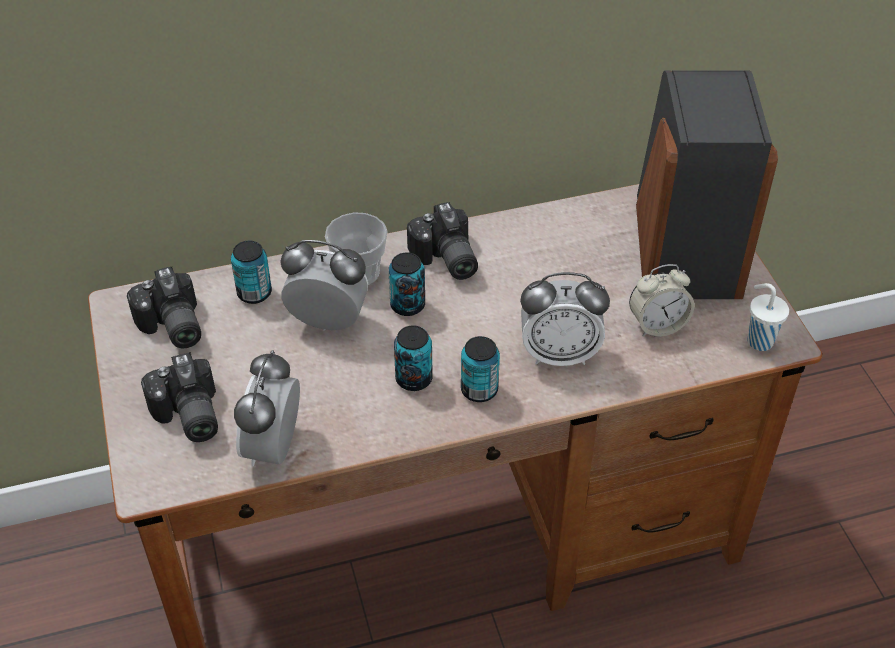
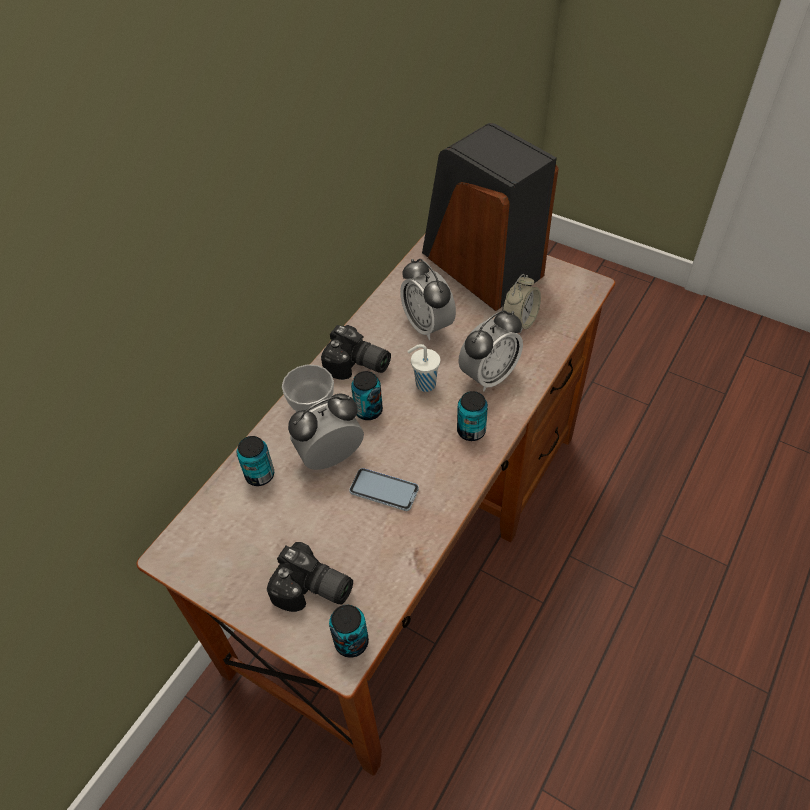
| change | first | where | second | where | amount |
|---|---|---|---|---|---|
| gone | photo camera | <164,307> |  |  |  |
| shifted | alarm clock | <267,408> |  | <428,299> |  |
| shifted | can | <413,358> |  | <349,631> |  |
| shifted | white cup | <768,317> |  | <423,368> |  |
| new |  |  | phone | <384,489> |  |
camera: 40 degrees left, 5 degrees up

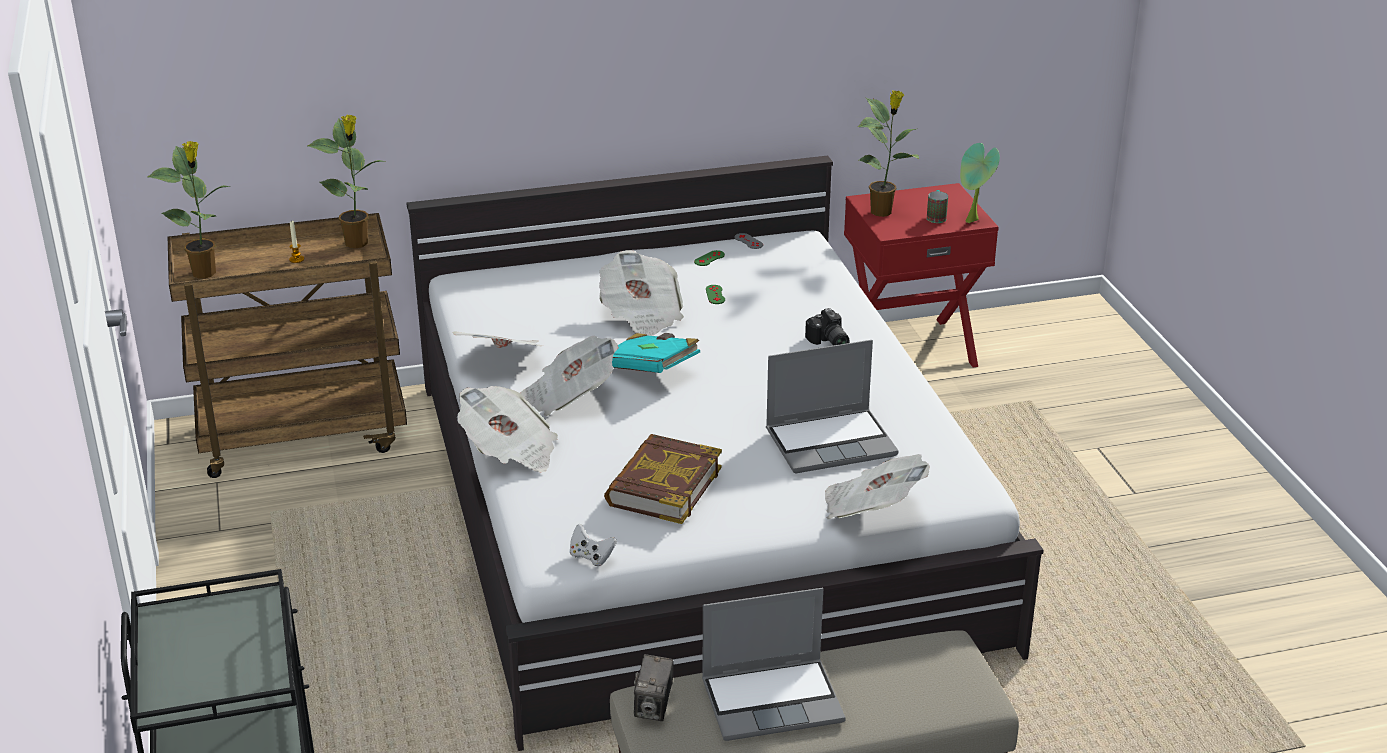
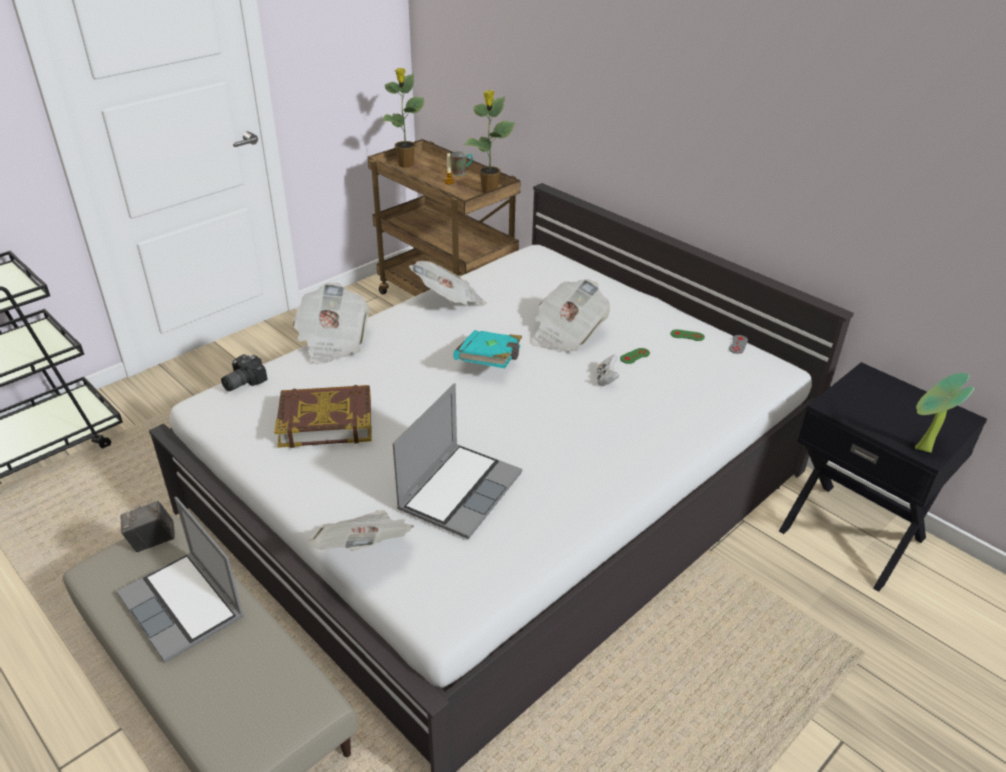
| change | first | where | second | where | amount |
|---|---|---|---|---|---|
| gone | newspaper | <569,376> |  |  |  |
| shifted | white game controller | <593,545> |  | <608,370> |  |
| rotated | laptop | <832,406> |  | <457,461> | 105 degrees counterclockwise |
| shifted | photo camera | <827,327> |  | <244,372> |  |
| repainted | red nightstand | <921,275> | black nightstand | <883,477> |  |
| gone | potted plant | <888,154> |  |  |  |
| shifted | mug | <937,206> |  | <462,163> |  |
camera: 60 degrees right, 5 degrees up

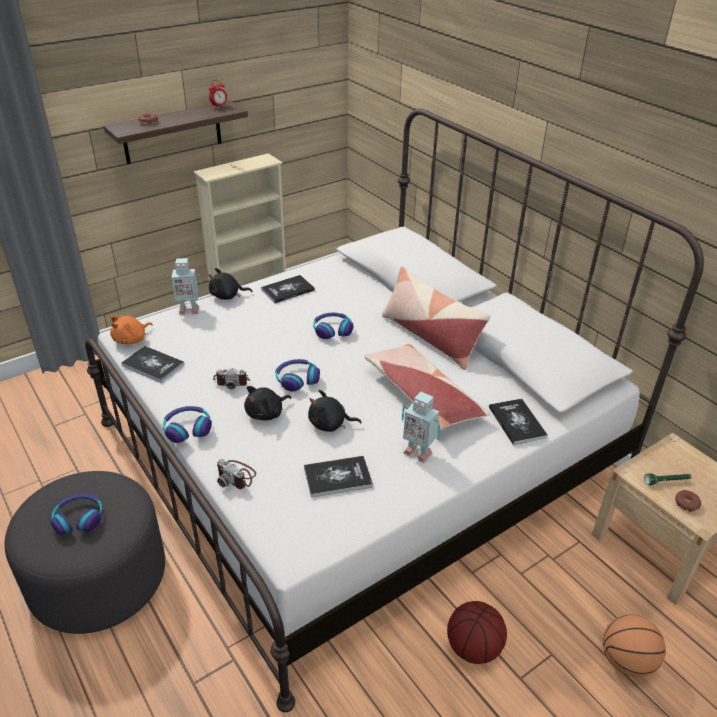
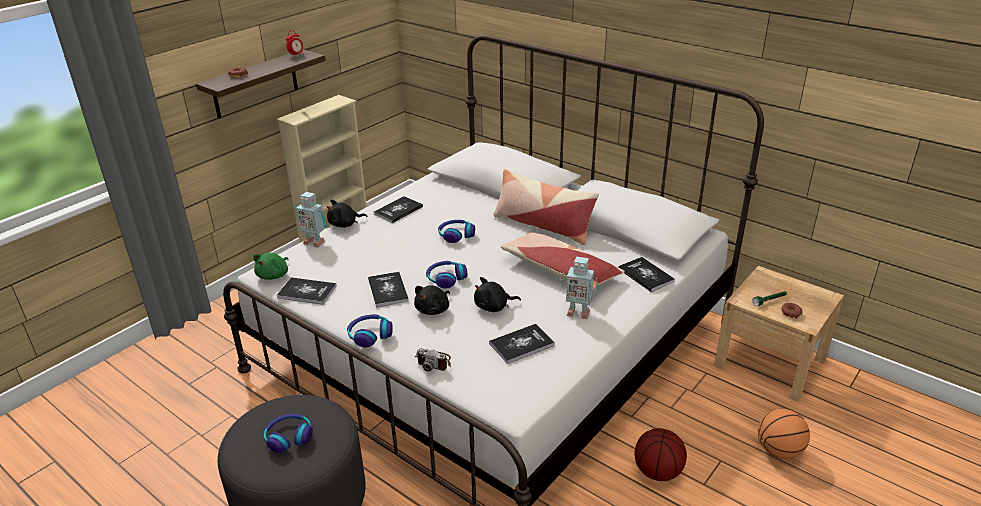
| change | first | where | second | where | amount |
|---|---|---|---|---|---|
| repainted | orange plush toy | <131,329> | green plush toy | <271,266> |  |
| rotated | toy robot | <184,286> |  | <311,220> | 45 degrees clockwise |
| swapped | photo camera | <231,378> | book | <388,289> |  |
camera: 15 degrees left, 5 degrees down

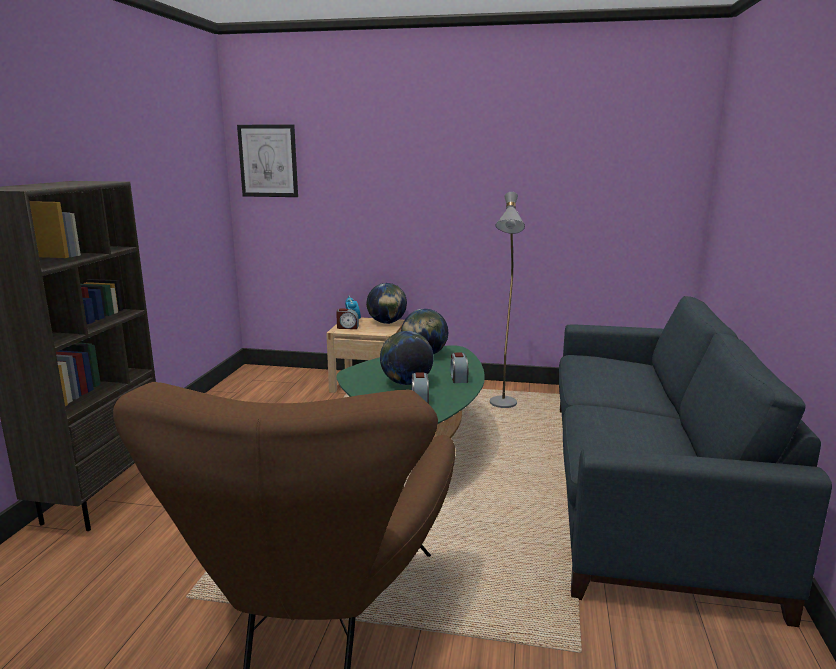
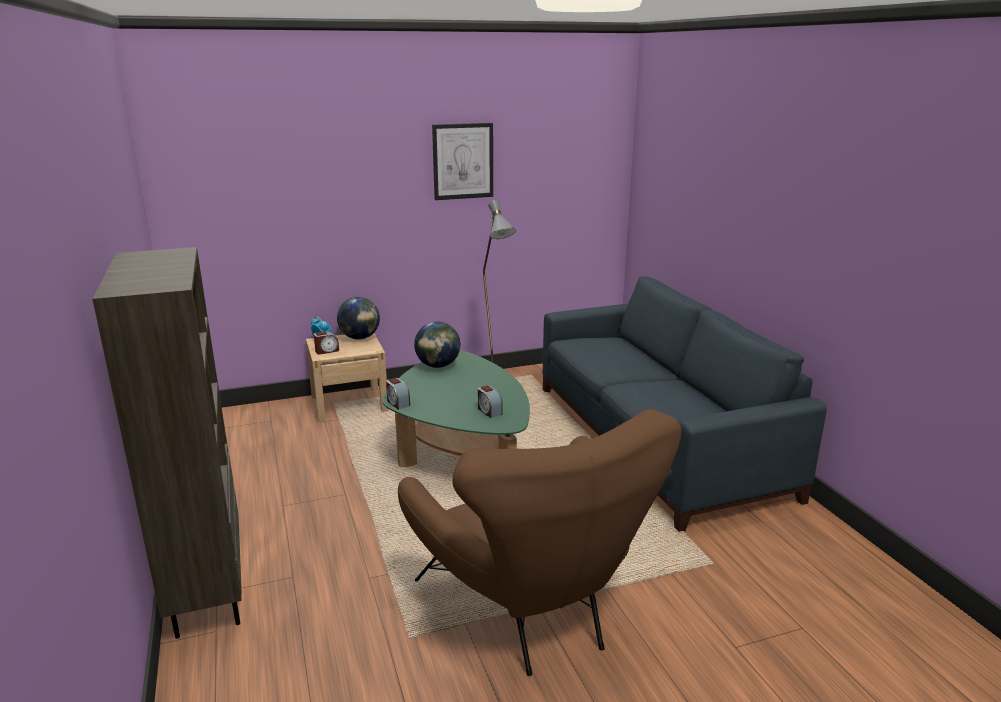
| change | first | where | second | where | amount |
|---|---|---|---|---|---|
| shifted | picture | <267,160> |  | <462,161> |  |
| gone | globe | <407,358> |  |  |  |
| shifted | alarm clock | <459,368> |  | <398,394> |  |
camera: 30 degrees left, 5 degrees up

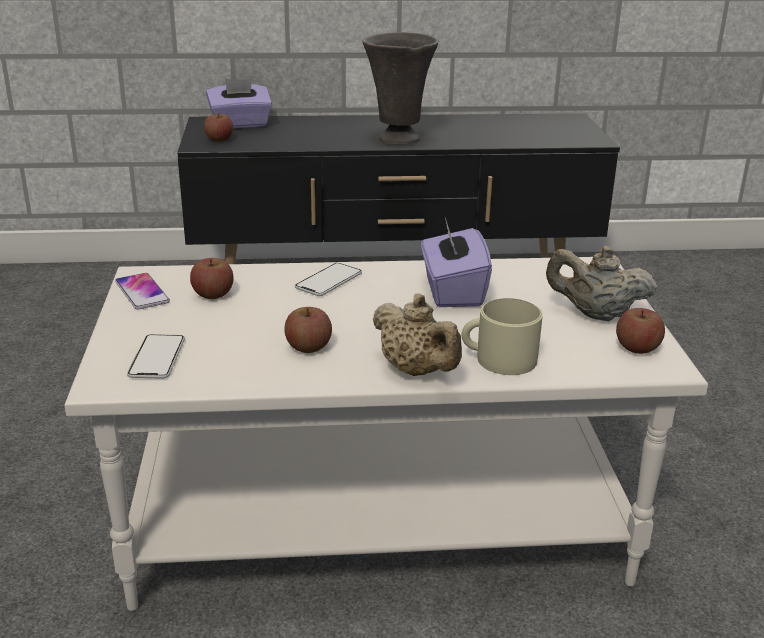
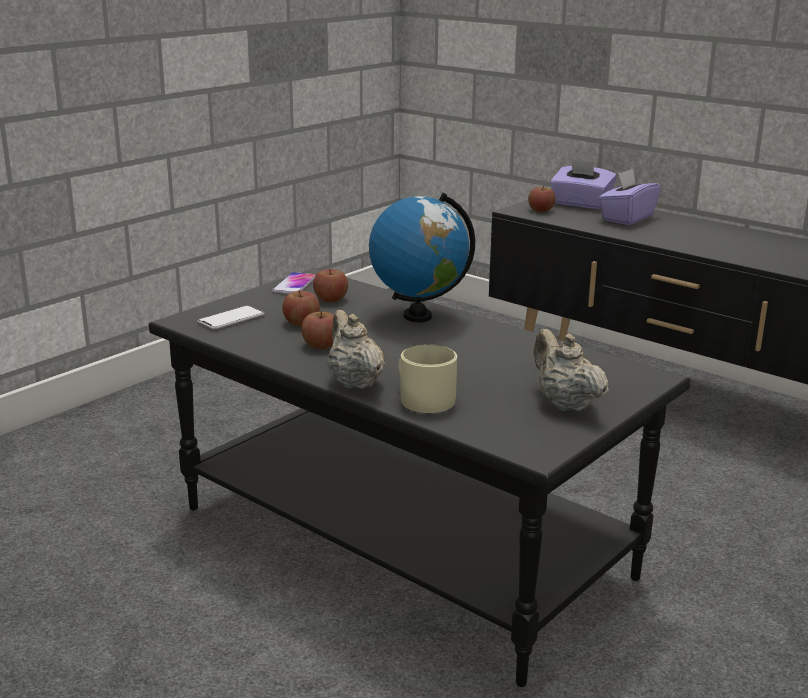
| change | first | where | second | where | amount |
|---|---|---|---|---|---|
| repainted | white coffee table | <386,434> | black coffee table | <420,477> |  |
| swapped | phone | <328,279> | globe | <422,257> |  |
| gone | grey vase | <400,88> |  |  |  |
| rotated | beige teapot | <417,334> |  | <356,349> | 150 degrees clockwise |
| shifted | purple tissue box | <456,262> |  | <629,197> |  |
| shifted | apple | <640,331> |  | <301,308> |  |
camera: 45 degrees right, 5 degrees down

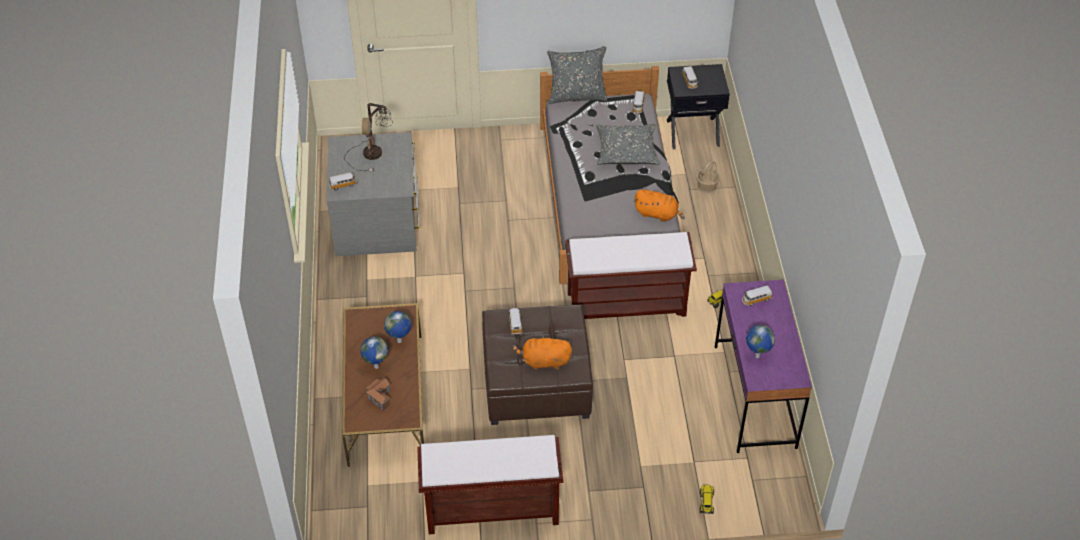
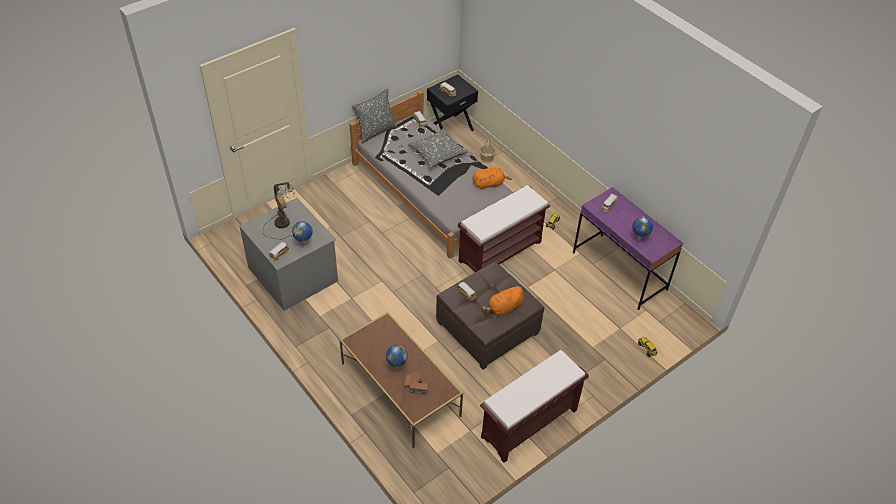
| change | first | where | second | where | amount |
|---|---|---|---|---|---|
| shifted | globe | <397,327> |  | <302,233> |  |
camera: 35 degrees left, 0 degrees up

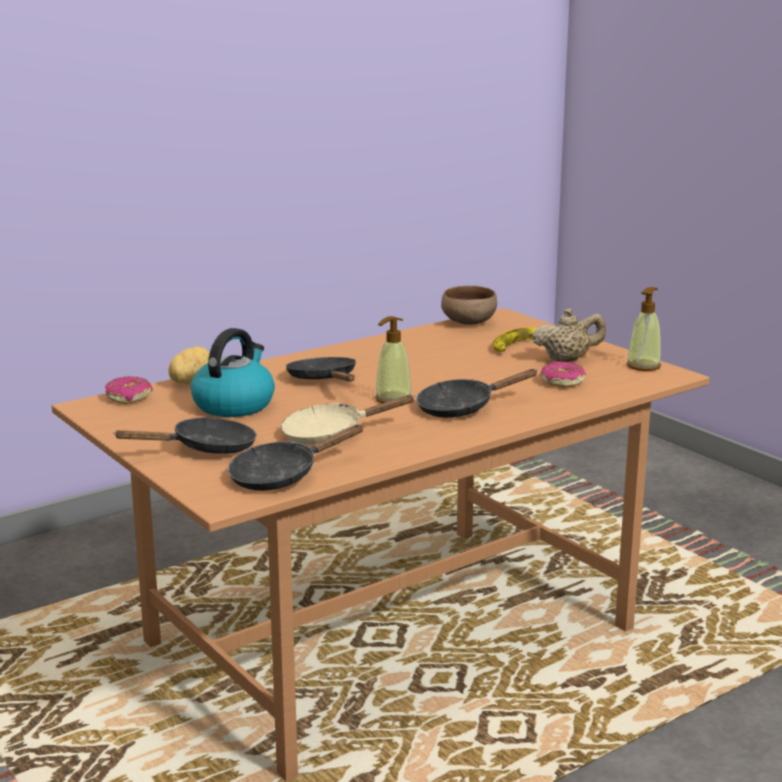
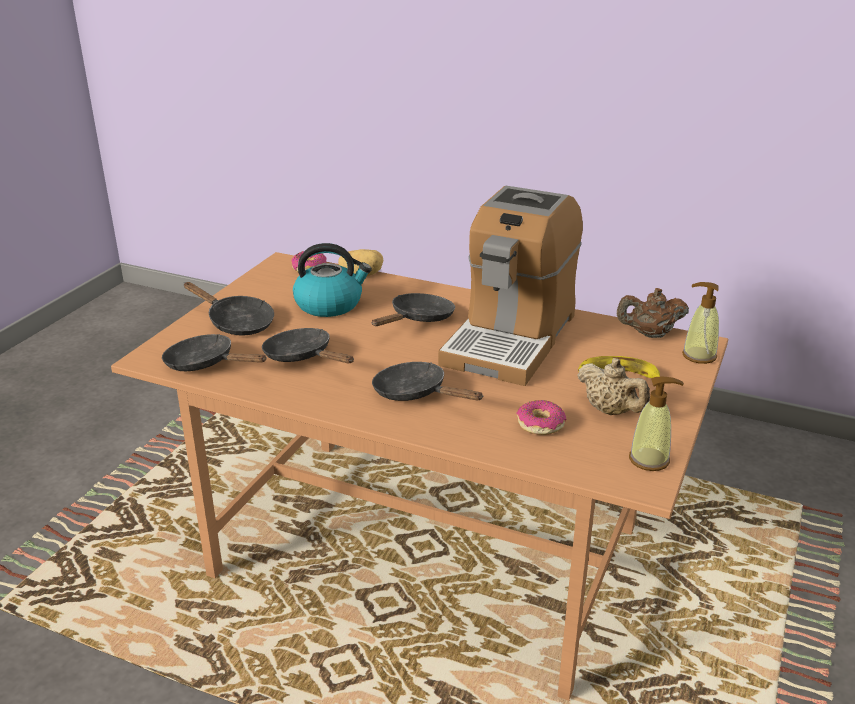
| change | first | where | second | where | amount |
|---|---|---|---|---|---|
| repainted | beige frying pan | <348,420> | black frying pan | <308,345> |  |
| shifted | soap dispenser | <393,359> |  | <700,323> |  |
| swapped | brown bowl | <469,305> | brown teapot | <653,313> |  |
| new |  |  | coffee machine | <510,286> |  |
camera: 60 degrees right, 10 degrees up

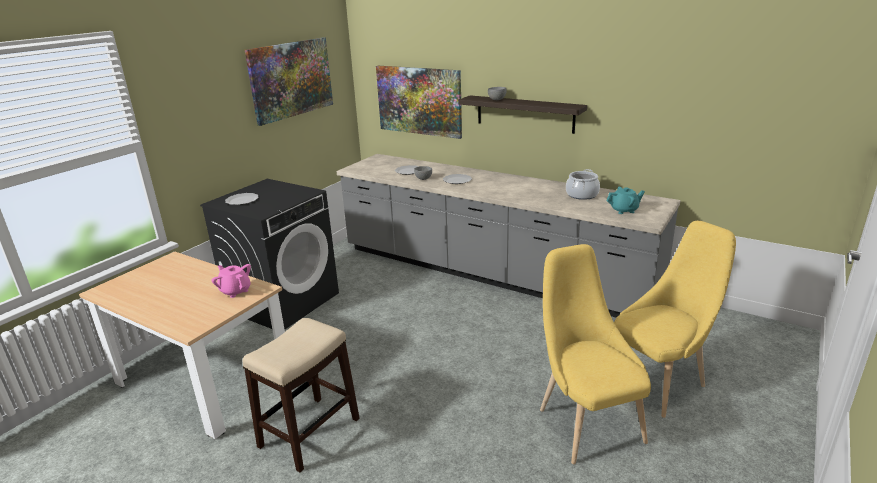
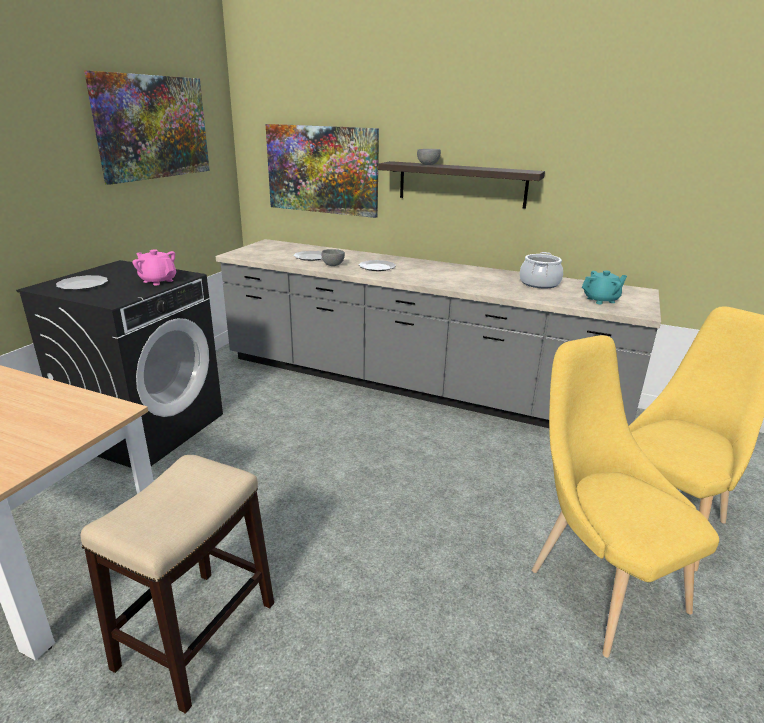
| change | first | where | second | where | amount |
|---|---|---|---|---|---|
| shifted | pink teapot | <231,281> |  | <154,267> |  |
camera: 10 degrees left, 0 degrees up

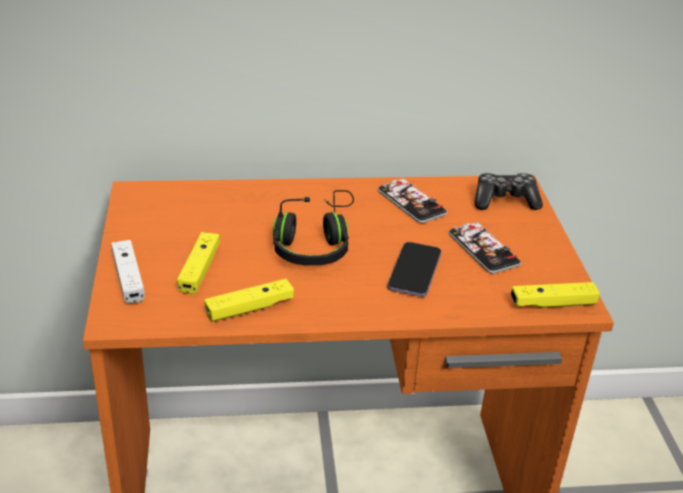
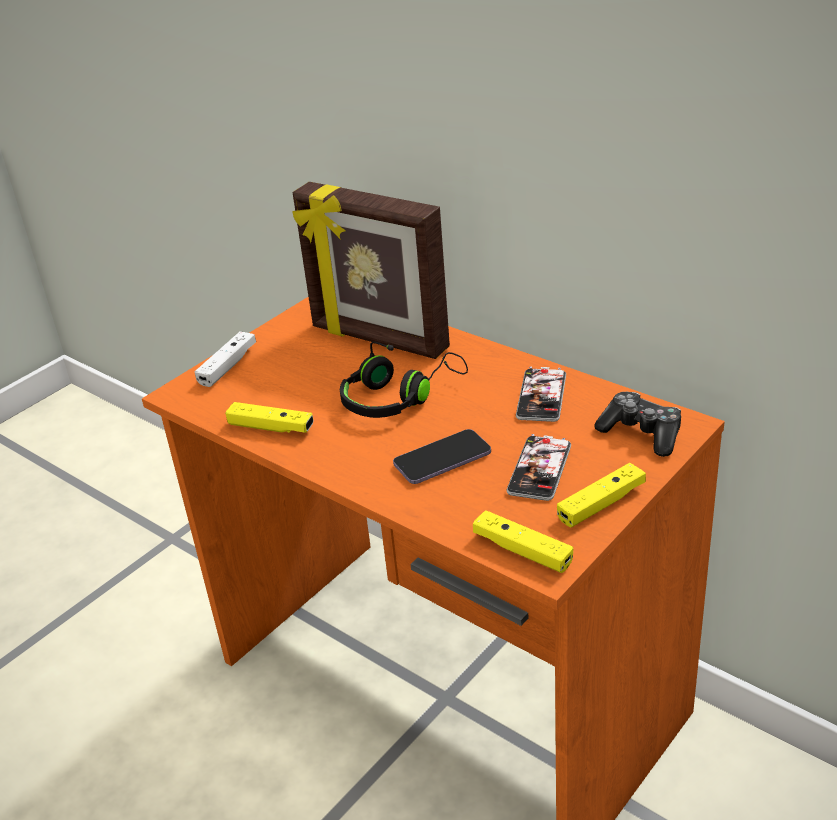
| change | first | where | second | where | amount |
|---|---|---|---|---|---|
| shifted | yellow game controller | <198,263> |  | <601,495> |  |
| new |  |  | picture frame | <371,270> |  |
camera: 50 degrees right, 0 degrees up

